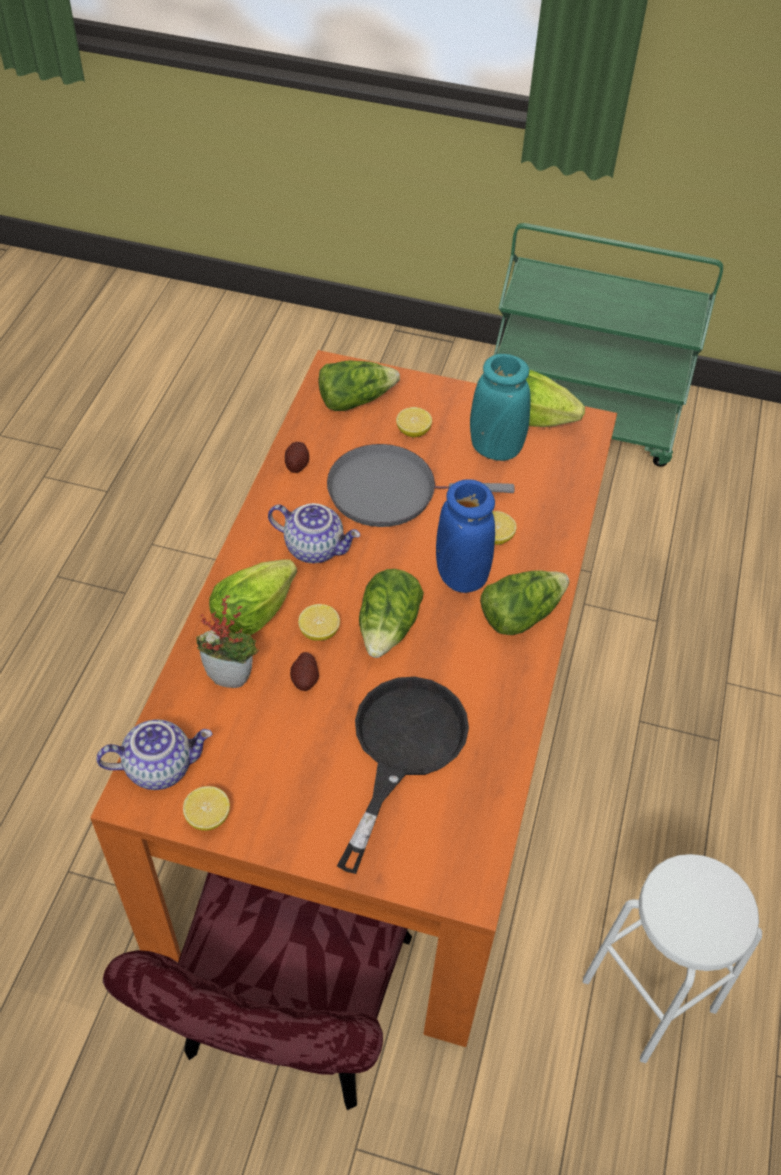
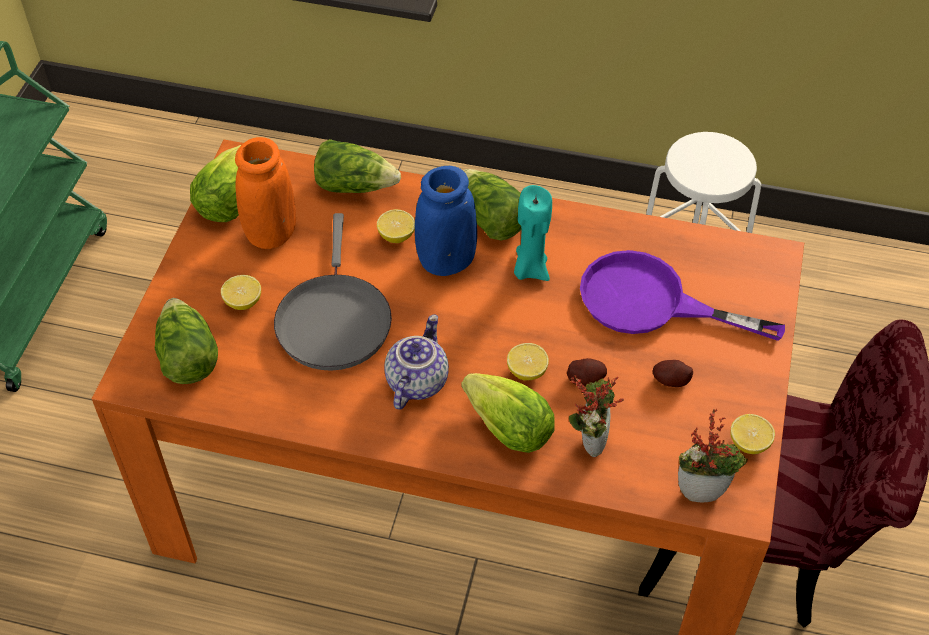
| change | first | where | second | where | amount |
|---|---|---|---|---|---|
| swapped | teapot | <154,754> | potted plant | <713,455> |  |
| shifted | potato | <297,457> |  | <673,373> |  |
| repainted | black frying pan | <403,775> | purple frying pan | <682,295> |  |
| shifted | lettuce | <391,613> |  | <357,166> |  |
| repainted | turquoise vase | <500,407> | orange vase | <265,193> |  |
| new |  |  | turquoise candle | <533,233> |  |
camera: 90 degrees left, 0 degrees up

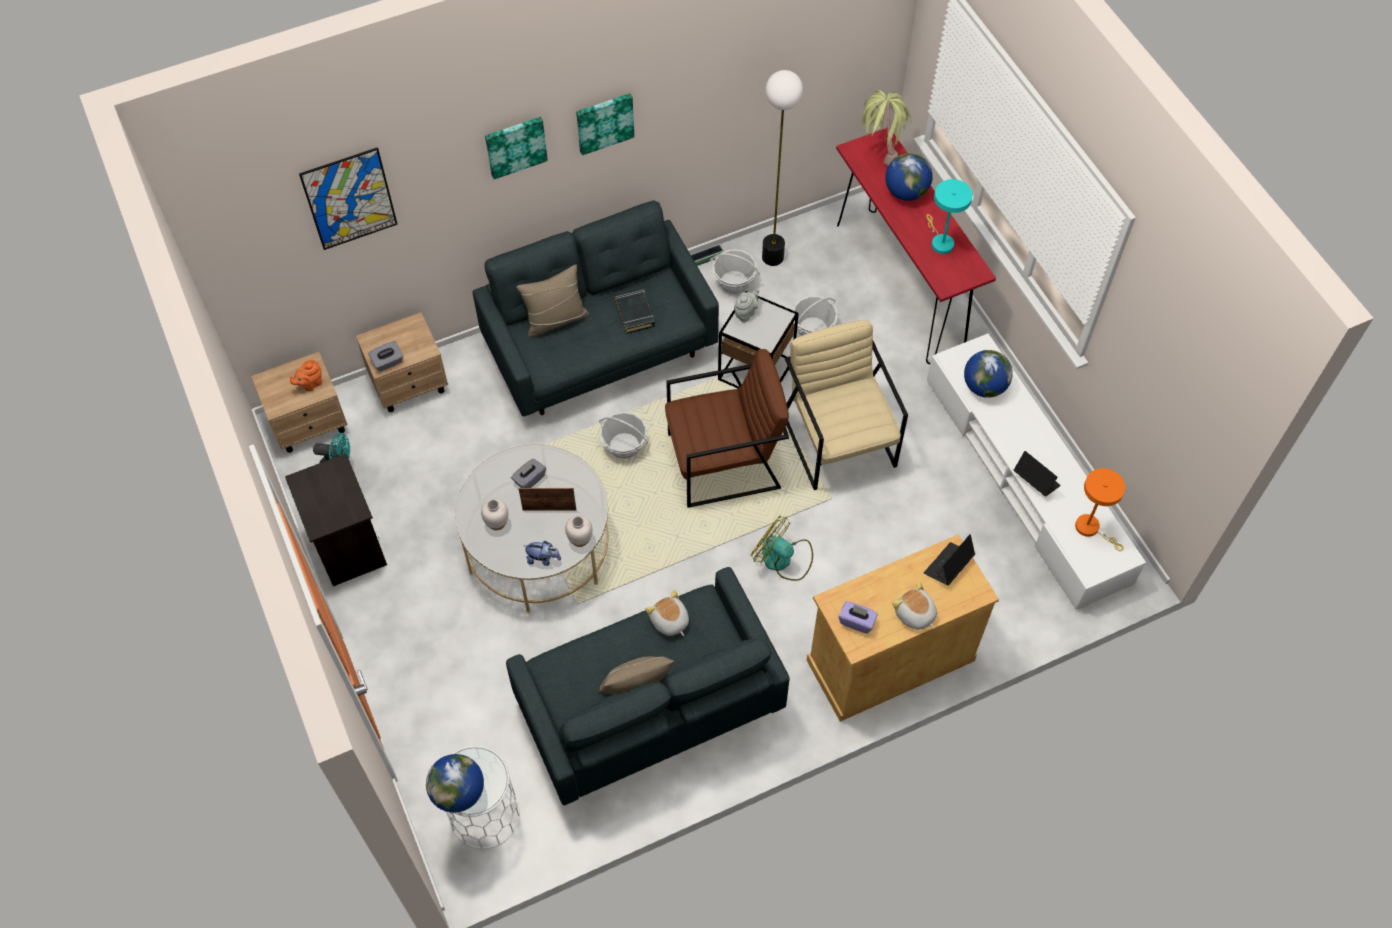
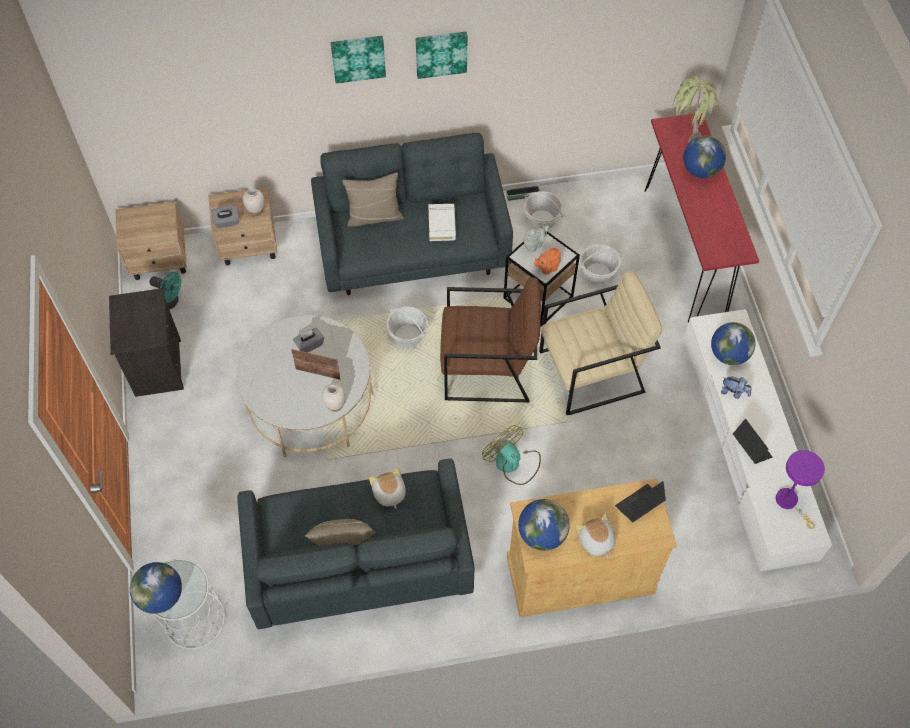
| change | first | where | second | where | amount |
|---|---|---|---|---|---|
| shifted | orange teapot | <306,375> |  | <547,261> |  |
| gone | picture | <348,198> |  |  |  |
| shifted | white vase | <494,514> |  | <254,202> |  |
| shifted | plush toy | <542,553> |  | <736,388> |  |
| repainted | black book | <634,310> | white book | <442,222> |  |
| gone | floor lamp | <782,168> |  |  |  |
| rotated | beige armchair | <846,405> |  | <600,343> | 75 degrees clockwise |
| swapped | purple tissue box | <858,617> | globe | <544,525> |  |
| gone | turquoise table lamp | <949,216> |  |  |  |
| repainted | orange table lamp | <1100,509> | purple table lamp | <800,489> |  |
camera: 15 degrees right, 0 degrees up

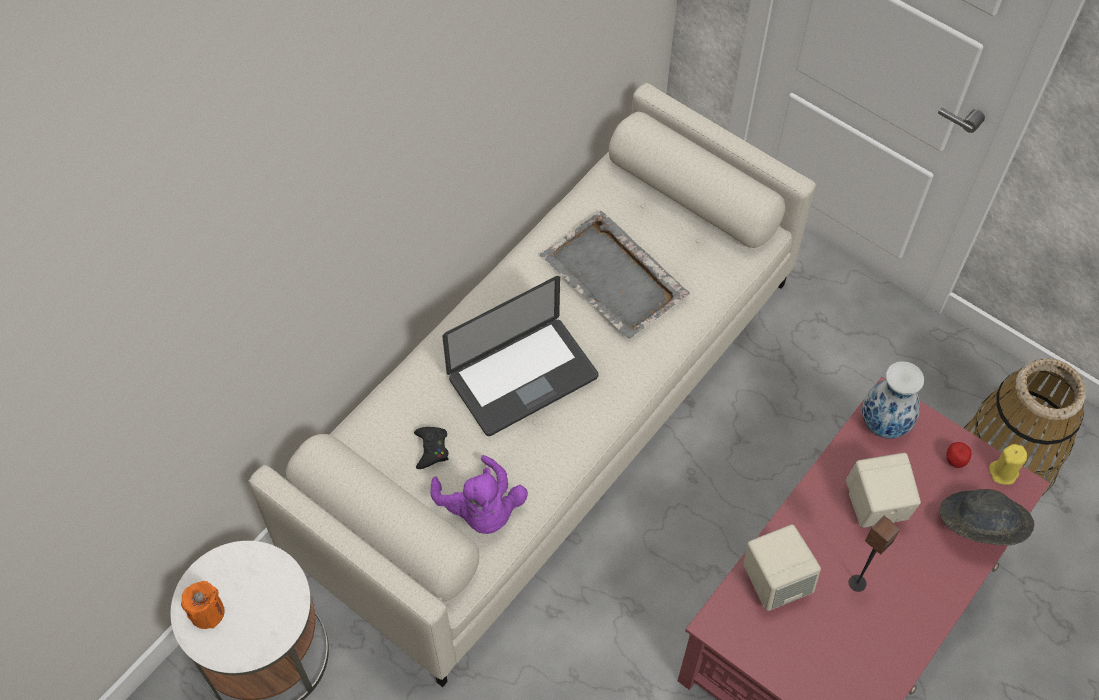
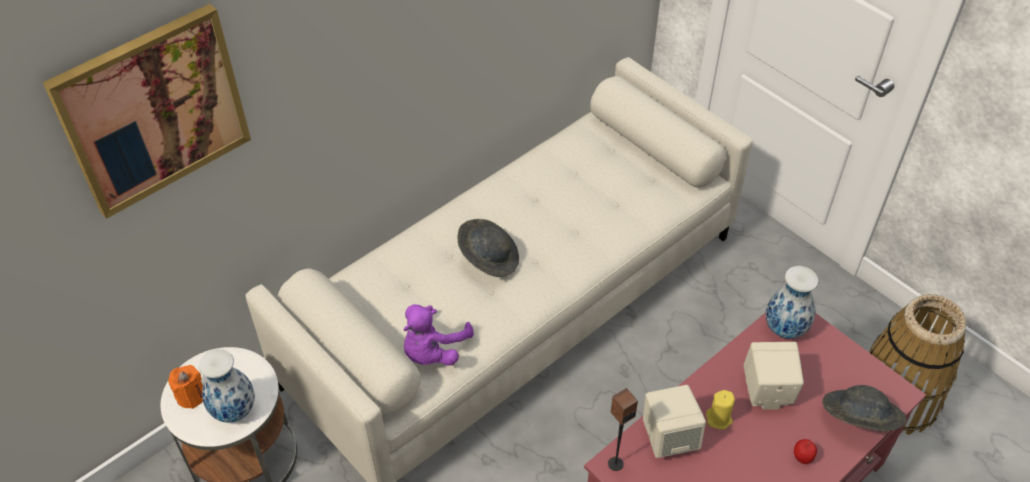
| change | first | where | second | where | amount |
|---|---|---|---|---|---|
| gone | black game controller | <431,448> |  |  |  |
| rotated | purple plush toy | <479,494> |  | <438,335> | 45 degrees clockwise |
| swapped | laptop | <520,356> | grey hat | <488,248> |  |
| gone | grey tray | <615,275> |  |  |  |
| shifted | speaker | <874,553> |  | <623,429> |  |
| shifted | apple | <958,455> |  | <805,451> |  |
| shifted | yellow candle | <1008,464> |  | <720,409> |  |
| new |  |  | picture | <147,111> |  |
| new |  |  | vase | <227,386> |  |
camera: 10 degrees right, 10 degrees down

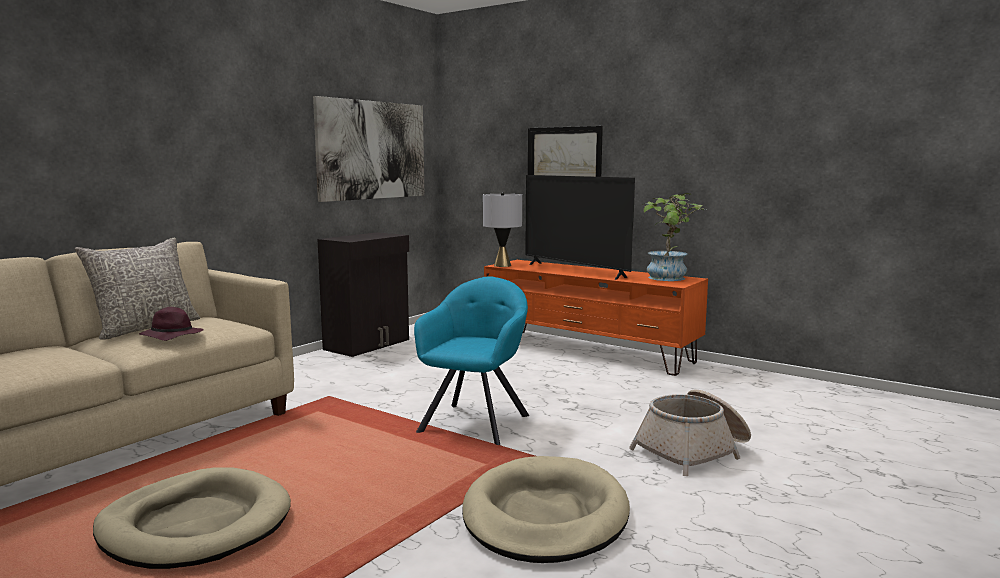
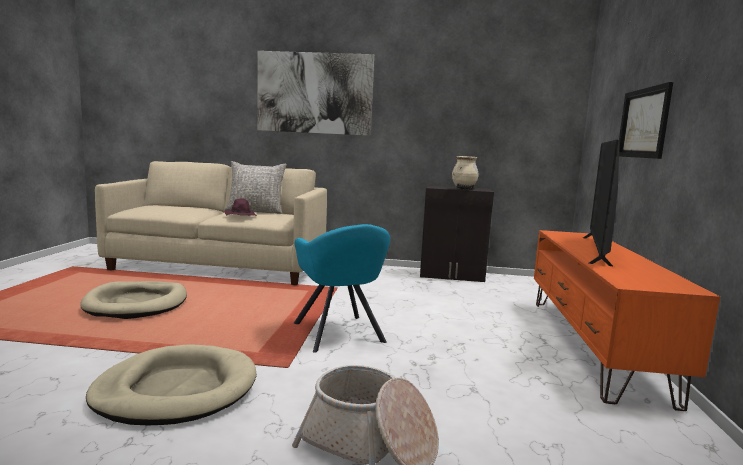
| change | first | where | second | where | amount |
|---|---|---|---|---|---|
| shifted | picture | <369,149> |  | <315,93> |  |
| rotated | turquoise armchair | <471,360> |  | <342,288> | 75 degrees clockwise |
| gone | grey table lamp | <502,229> |  |  |  |
| gone | potted plant | <675,237> |  |  |  |
| new |  |  | beige vase | <465,173> |  |
camera: 60 degrees right, 0 degrees up

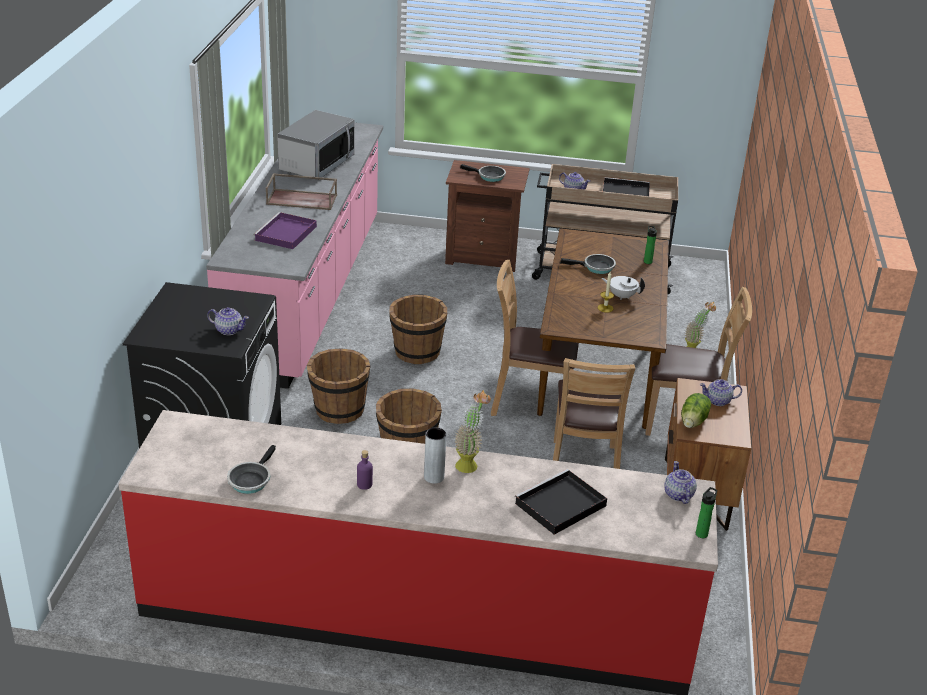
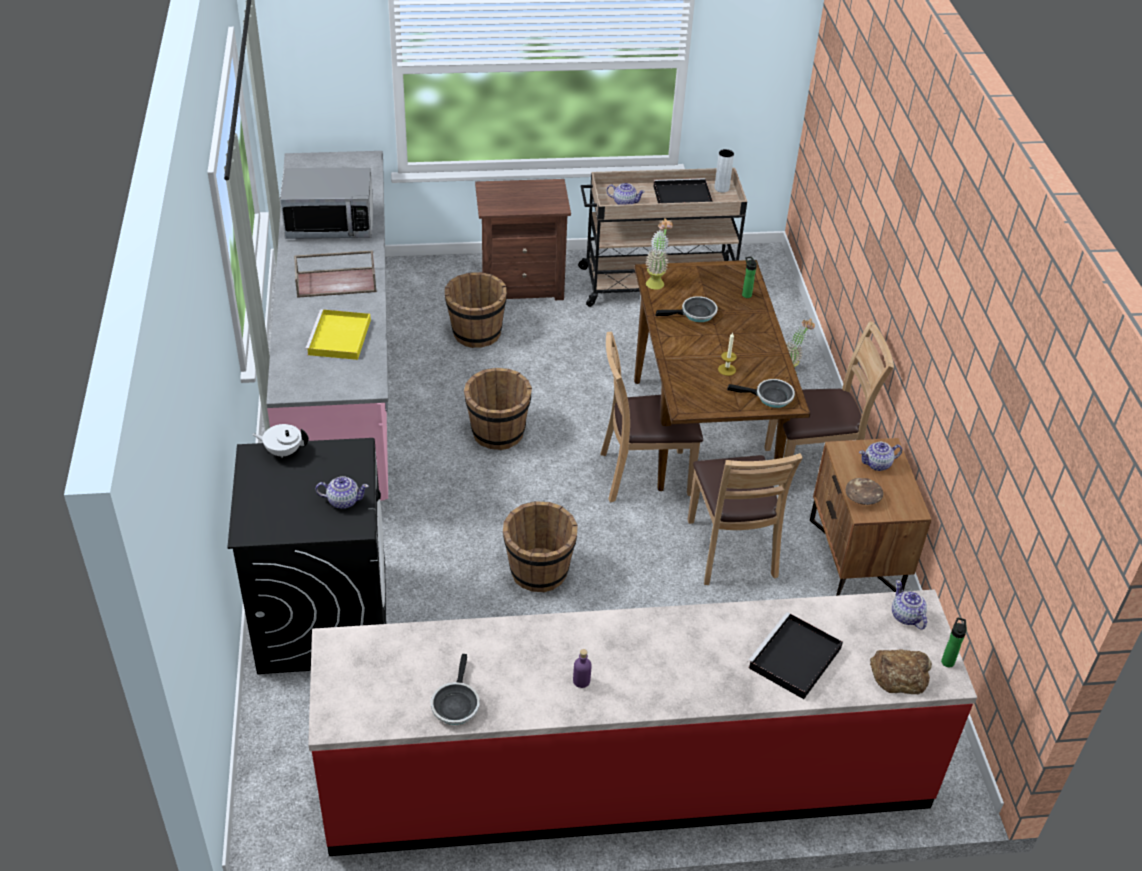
| change | first | where | second | where | amount |
|---|---|---|---|---|---|
| repainted | purple tray | <285,230> | yellow tray | <338,334> |  |
| rotated | microwave | <316,145> |  | <326,203> | 75 degrees clockwise |
| shifted | brown bucket | <338,386> |  | <476,310> |  |
| shifted | grey vase | <435,456> |  | <724,171> |  |
| shifted | potted plant | <472,431> |  | <659,254> |  |
| shifted | frying pan | <483,173> |  | <761,393> |  |
| shifted | white teapot | <623,288> |  | <280,441> |  |
| swapped | lettuce | <696,410> | brown bowl | <864,491> |  |
| new |  |  | bread | <901,671> |  |
camera: 15 degrees left, 10 degrees up

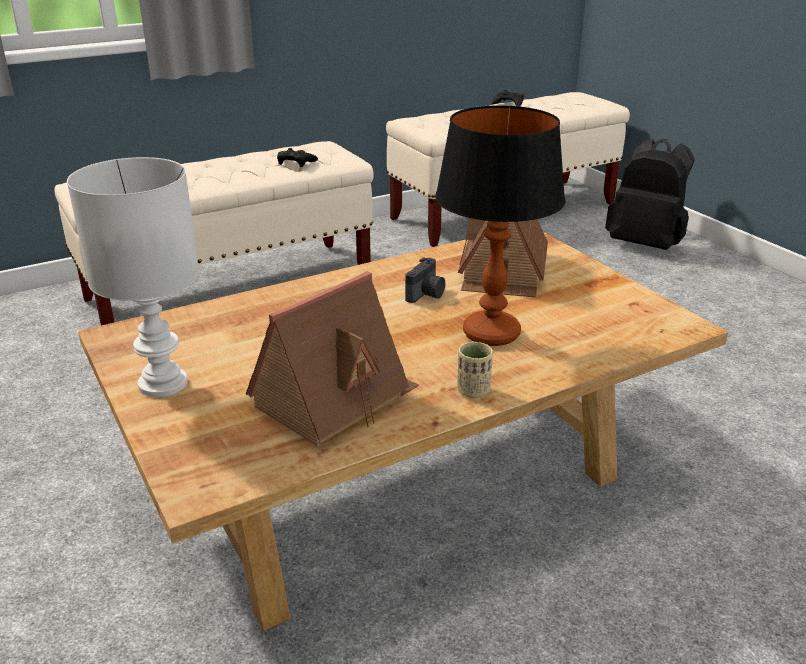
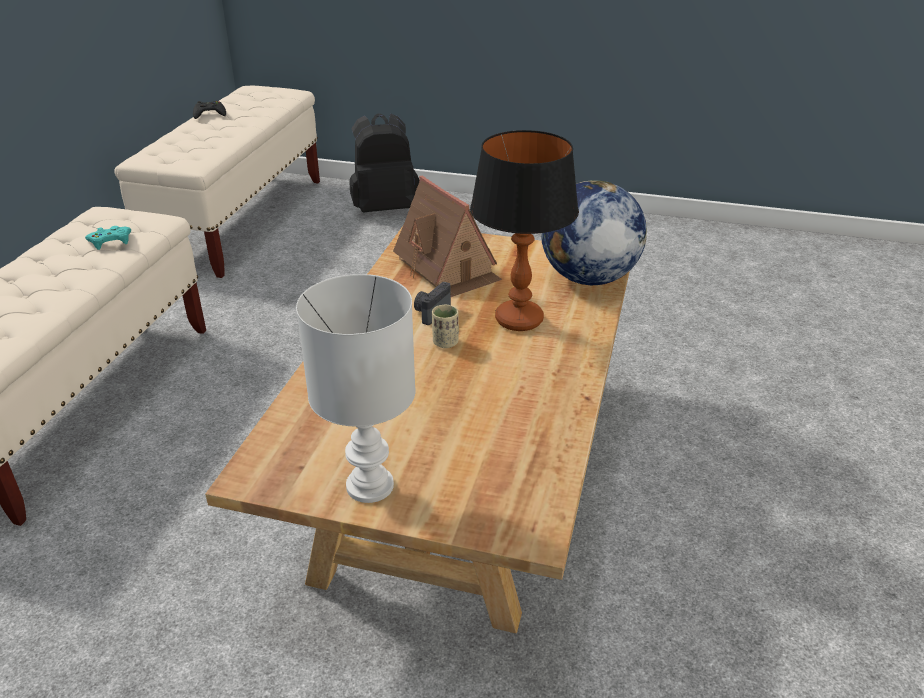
| change | first | where | second | where | amount |
|---|---|---|---|---|---|
| gone | toy house | <332,359> |  |  |  |
| repainted | black game controller | <297,157> | turquoise game controller | <108,238> |  |
| rotated | photo camera | <425,280> |  | <432,303> | 135 degrees counterclockwise |
| shifted | beige cup | <475,370> |  | <445,326> |  |
| new |  |  | globe | <594,232> |  |
camera: 45 degrees left, 5 degrees up

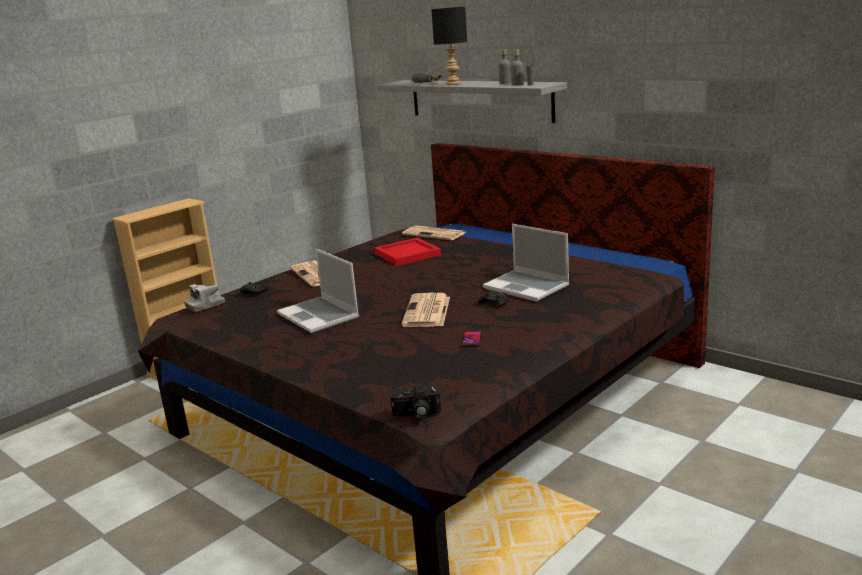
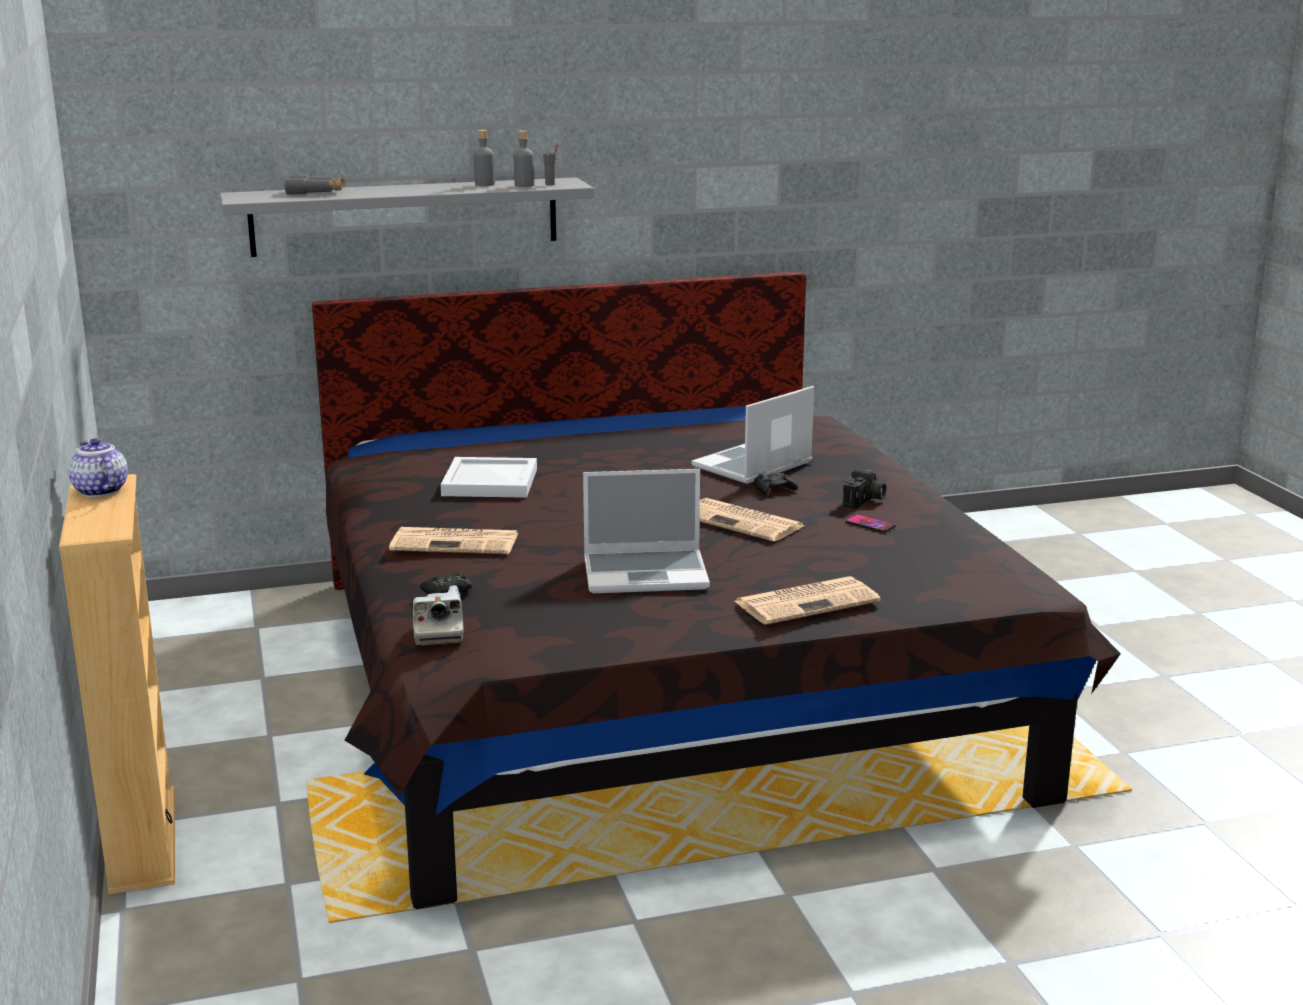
| change | first | where | second | where | amount |
|---|---|---|---|---|---|
| repainted | red tray | <408,252> | white tray | <489,477> |  |
| shifted | photo camera | <416,401> |  | <864,489> |  |
| shifted | newspaper | <434,233> |  | <808,600> |  |
| gone | black table lamp | <449,46> |  |  |  |
| rotated | laptop | <526,263> |  | <753,435> | 150 degrees clockwise |
| new |  |  | teapot | <98,467> |  |
camera: 60 degrees left, 0 degrees up

